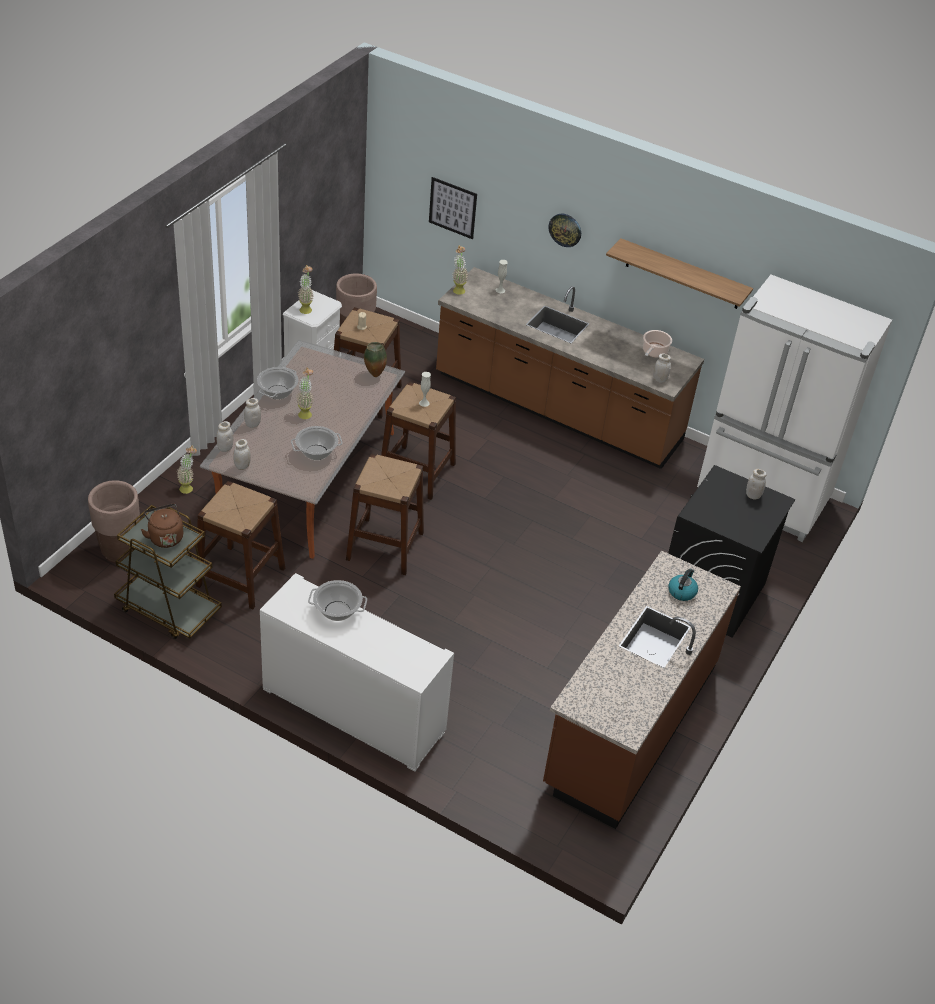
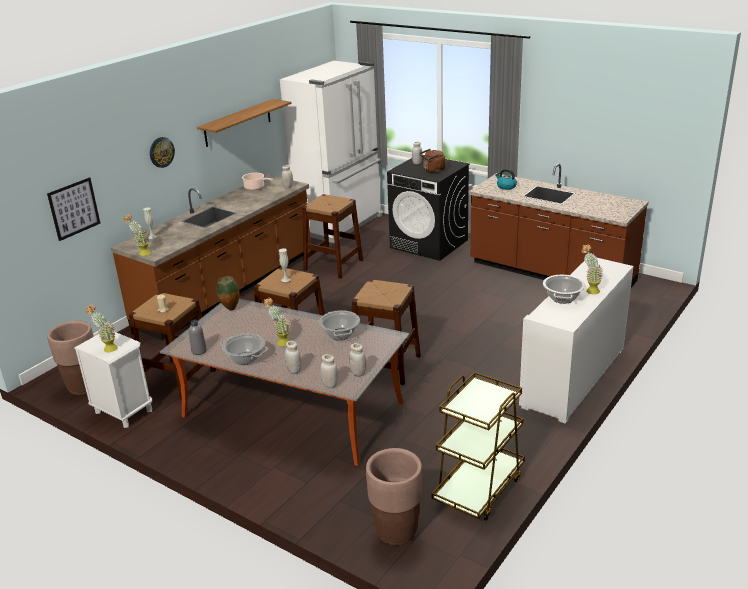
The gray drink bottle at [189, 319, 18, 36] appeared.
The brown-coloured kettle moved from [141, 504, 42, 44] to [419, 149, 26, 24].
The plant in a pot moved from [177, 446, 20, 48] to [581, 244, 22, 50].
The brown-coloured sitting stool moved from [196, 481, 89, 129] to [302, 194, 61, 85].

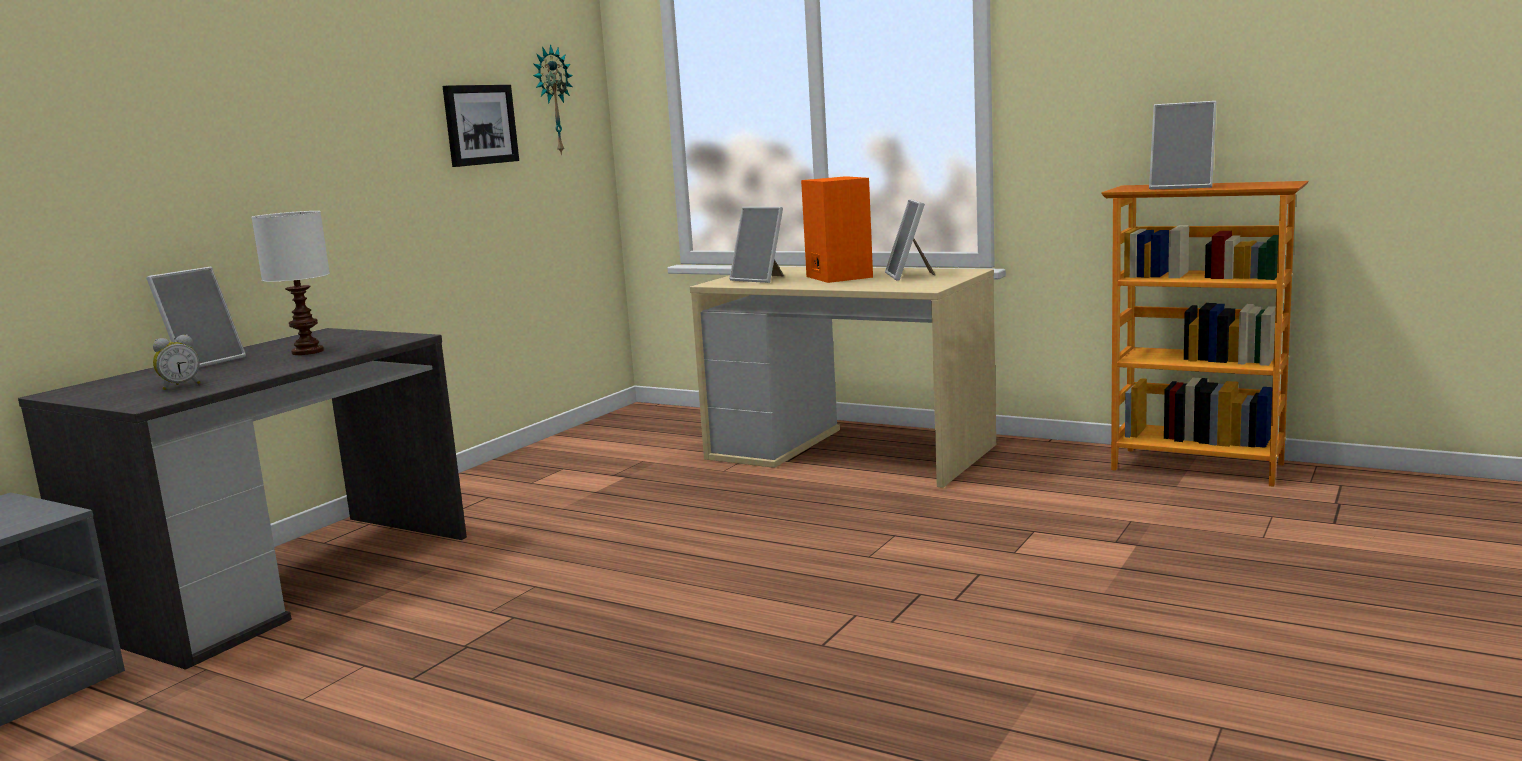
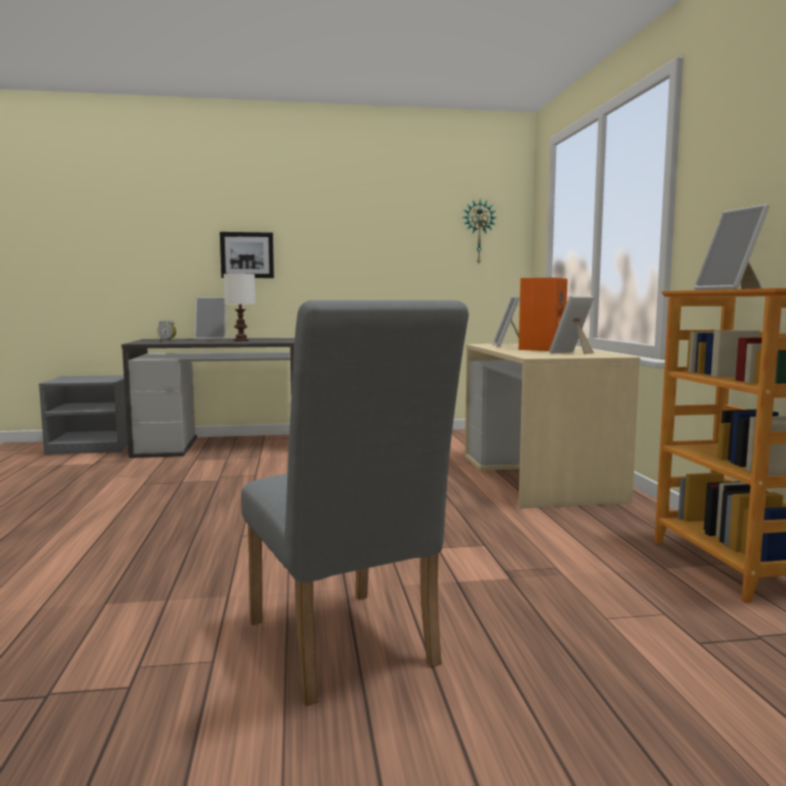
The gray chair at [241, 300, 228, 406] appeared.
The wall art moved from [442, 85, 77, 82] to [220, 232, 54, 46].

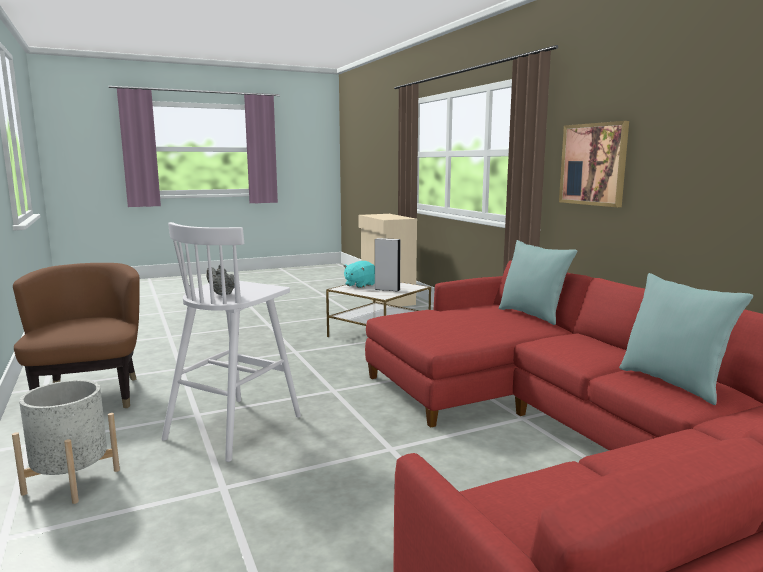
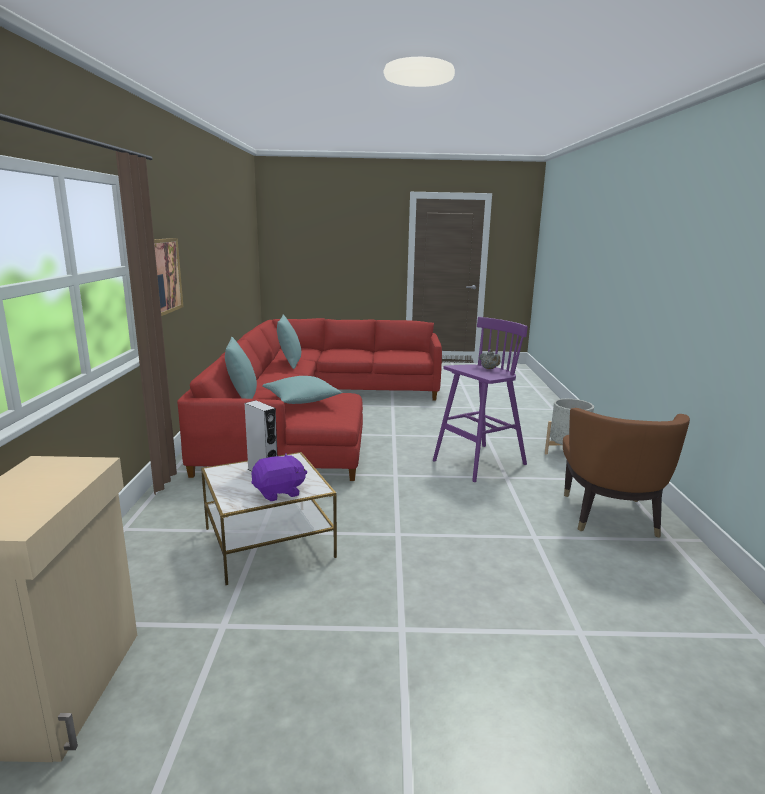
The blue-green throw pillow at [262, 376, 80, 28] appeared.
The white sitting stool at [161, 222, 140, 240] became the purple-coloured sitting stool at [433, 317, 95, 165].
The blue-green cuddly toy at [343, 261, 32, 27] became the purple-coloured cuddly toy at [252, 453, 55, 48].

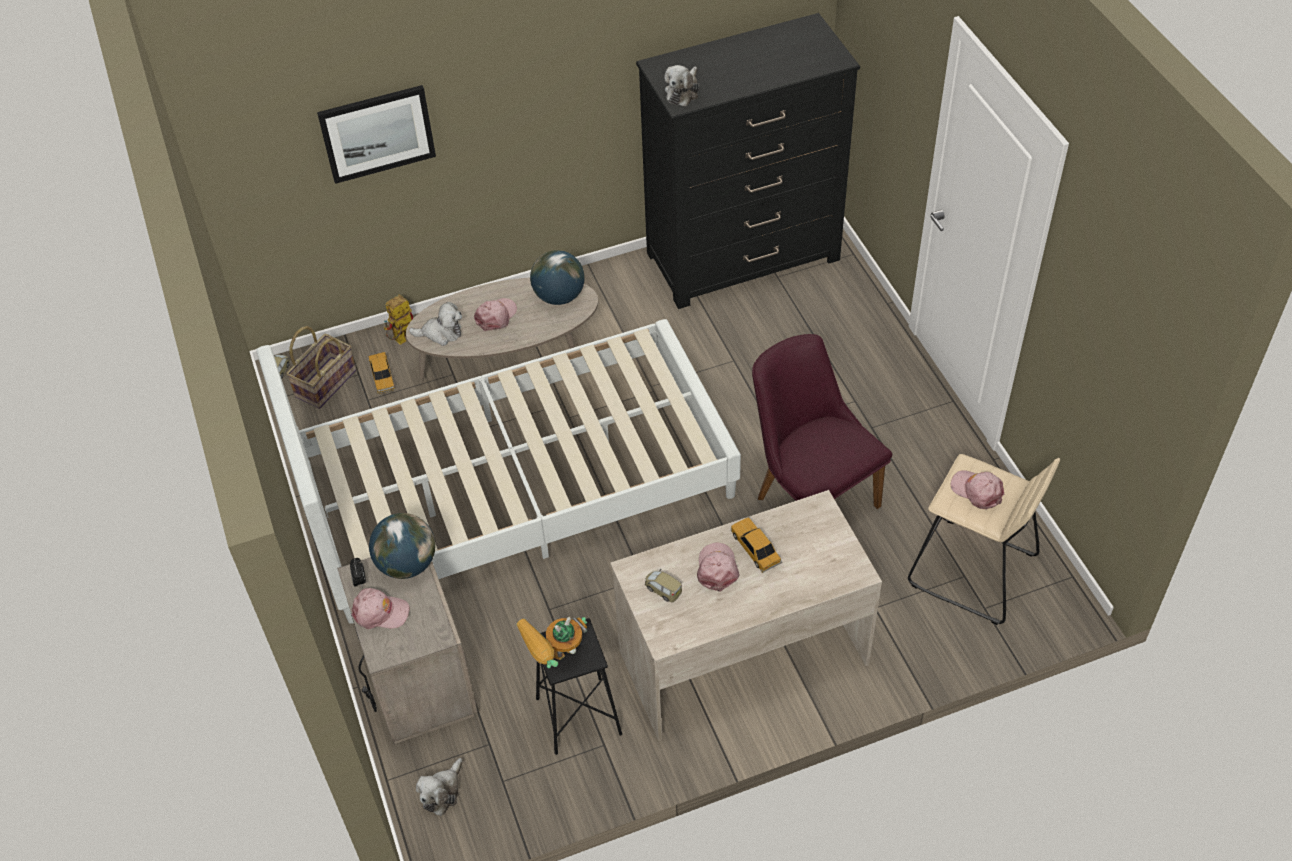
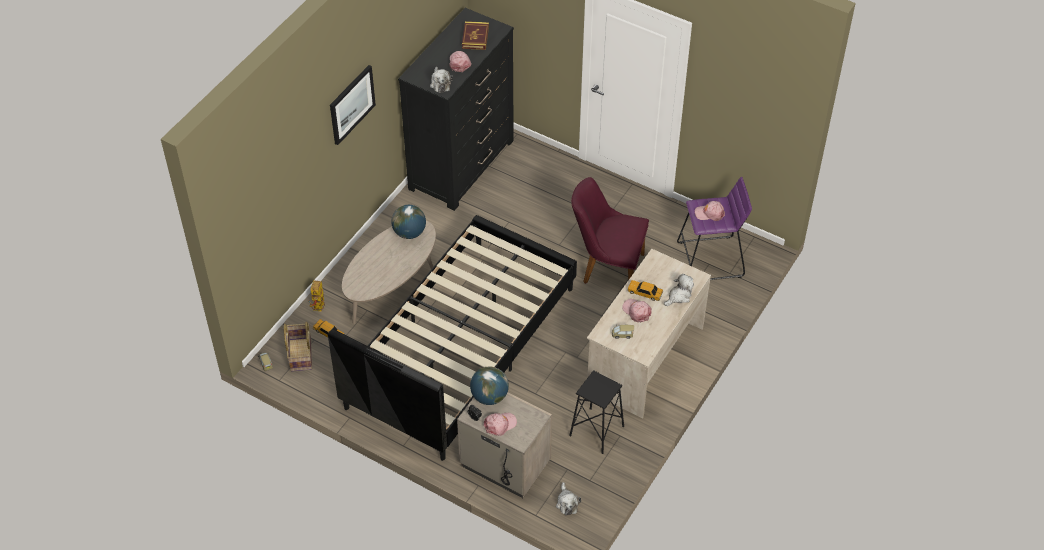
The robot figure at [516, 617, 71, 51] disappeared.
The volume at [462, 21, 27, 29] appeared.
The wall art moved from [317, 85, 119, 99] to [330, 65, 46, 80].
The cuddly toy moved from [409, 302, 53, 44] to [664, 274, 30, 32].
The pink-coloured cap moved from [474, 298, 43, 33] to [449, 51, 23, 21].
The white bedroom bed at [256, 319, 485, 305] became the black-coloured bedroom bed at [328, 215, 249, 246].
The sand-coloured sitting stool at [908, 454, 152, 171] became the purple-coloured sitting stool at [677, 177, 75, 103].

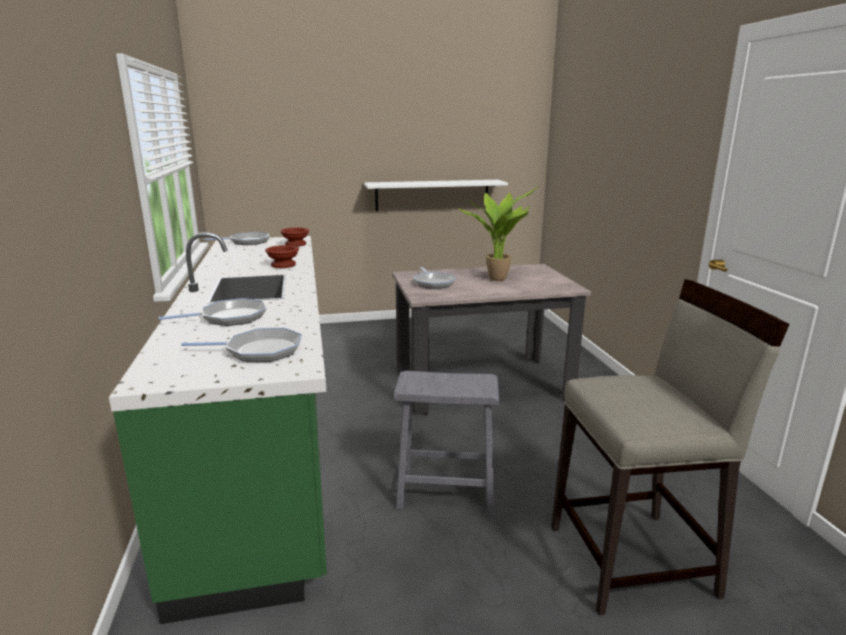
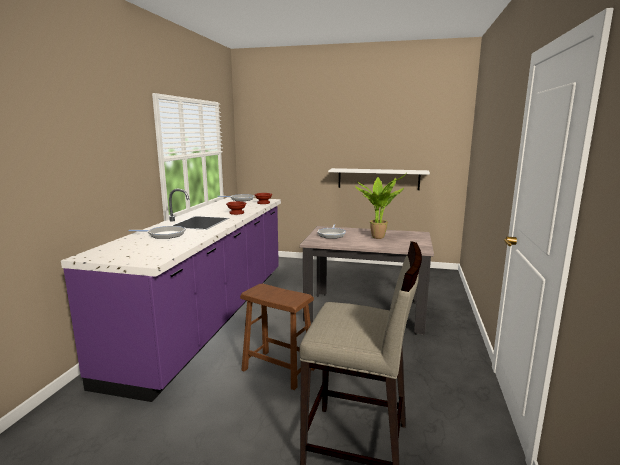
The frying pan at [181, 328, 121, 34] disappeared.
The greenish kitchen counter at [109, 232, 218, 392] became the purple-coloured kitchen counter at [61, 189, 220, 213].
The gray sitting stool at [394, 371, 105, 144] became the brown-coloured sitting stool at [240, 284, 75, 106].

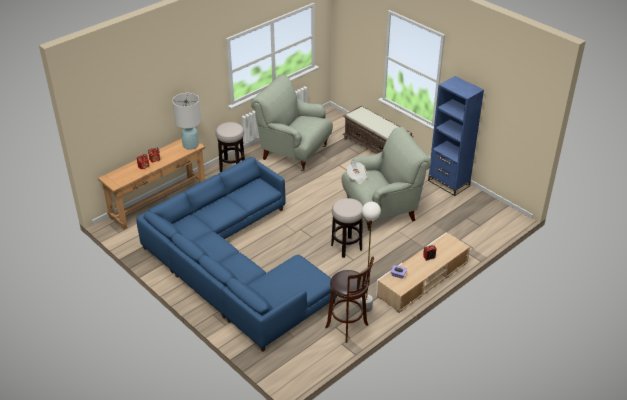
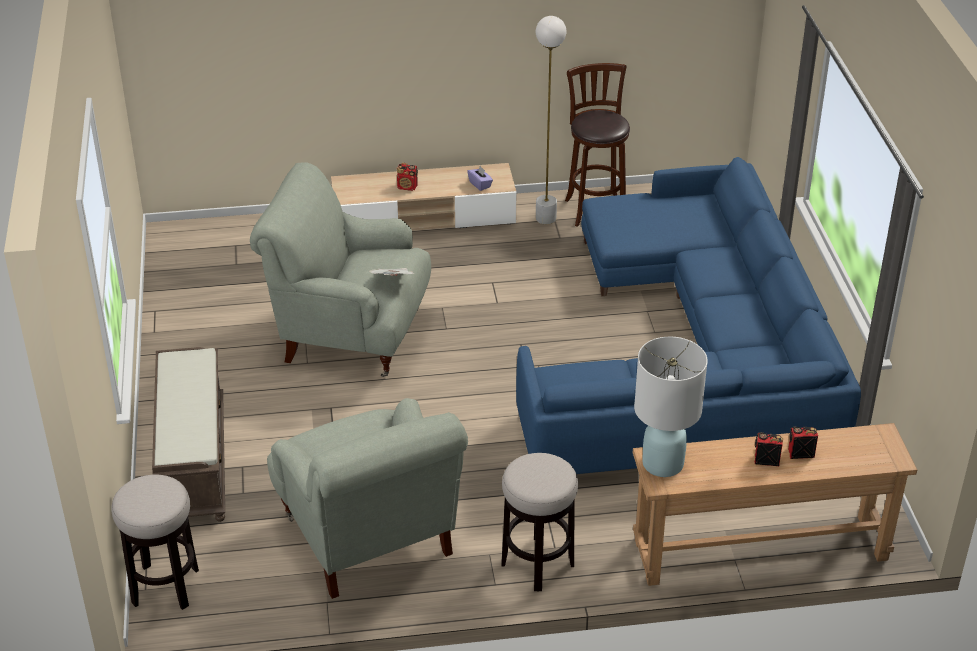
The blue-coloured shelving unit at [428, 76, 56, 120] disappeared.
The sitting stool moved from [331, 198, 32, 60] to [111, 475, 88, 135].

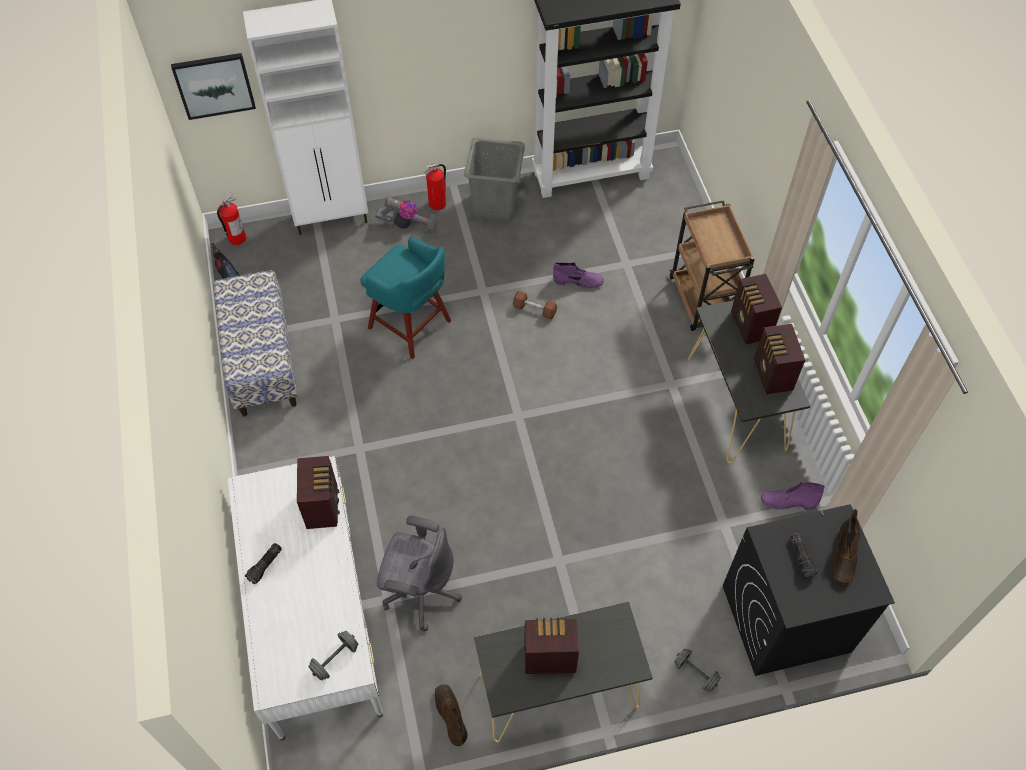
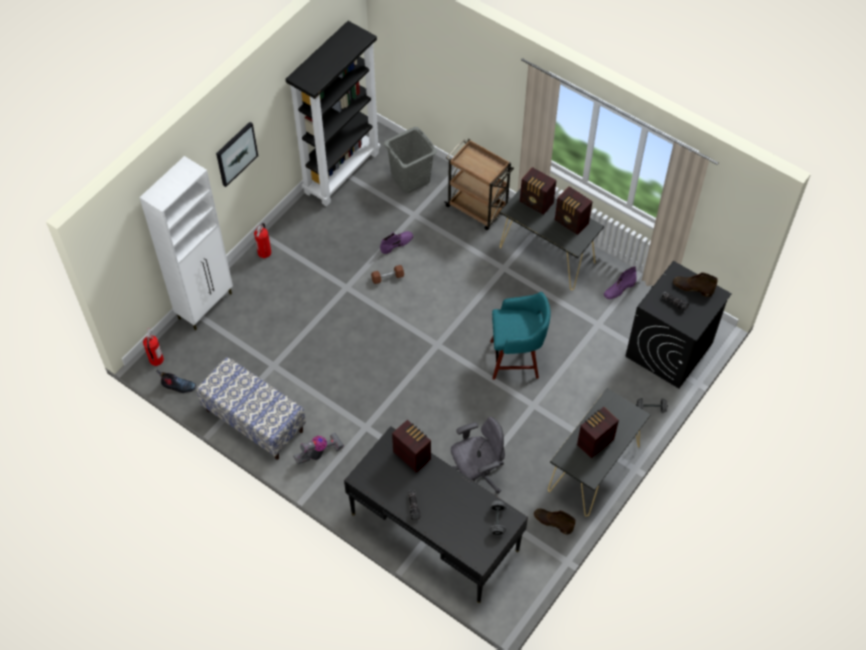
The wall art moved from [171, 53, 85, 67] to [216, 122, 42, 65].
The blue-green sitting stool moved from [360, 237, 91, 122] to [490, 292, 61, 88].
The vacuum moved from [376, 196, 61, 38] to [293, 433, 51, 31].
The gray hamper moved from [464, 137, 61, 84] to [384, 127, 53, 66].
The white desk unit at [228, 456, 155, 285] became the black-coloured desk unit at [344, 426, 184, 177].
The brown-coloured boot at [832, 509, 28, 76] turned 135 degrees clockwise.

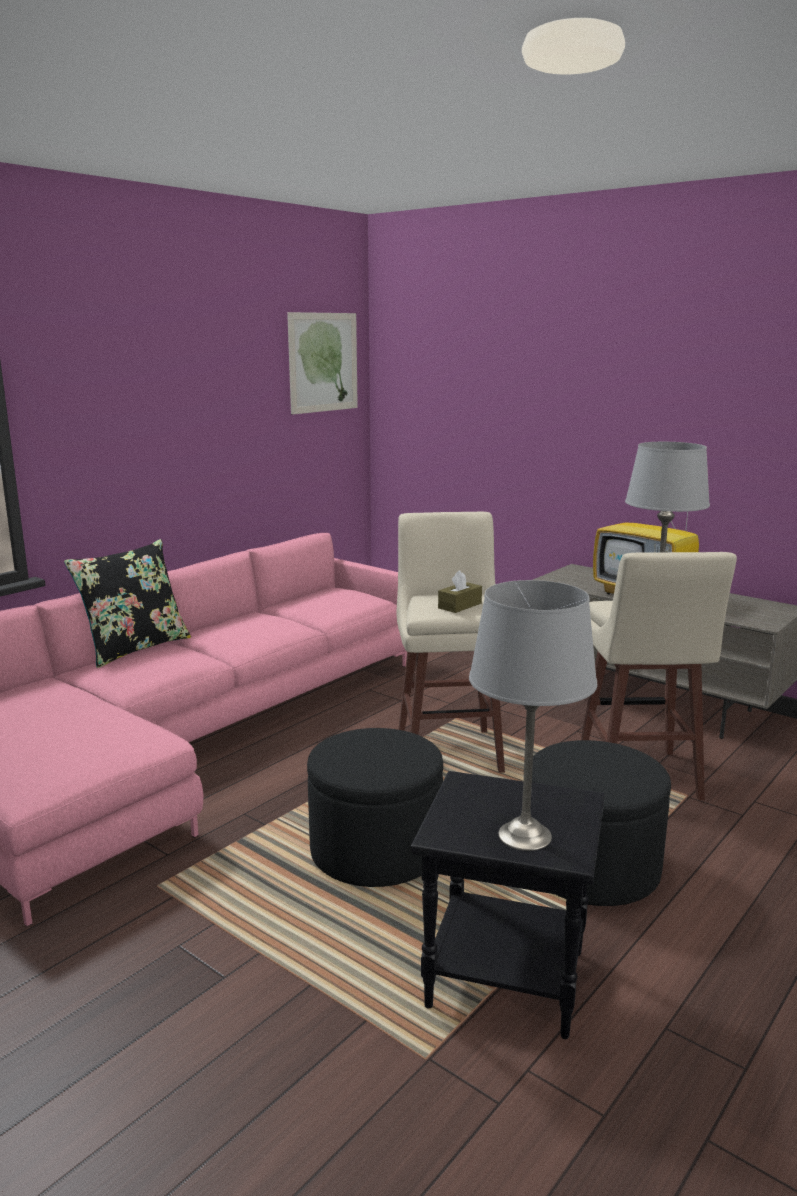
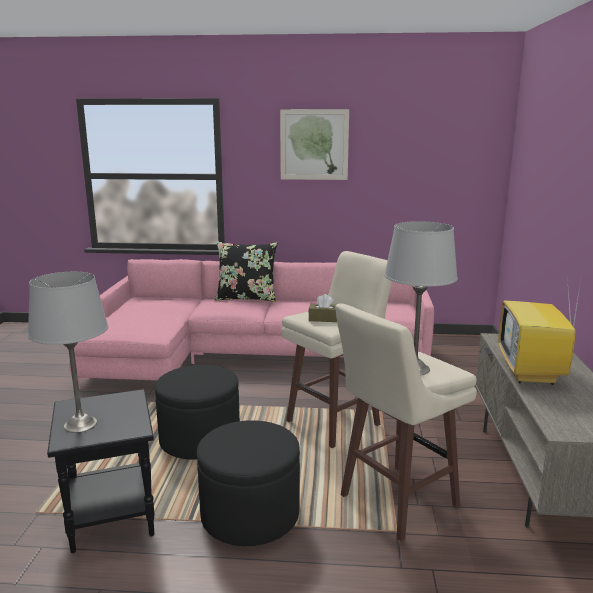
The wall art moved from [287, 312, 71, 103] to [280, 109, 69, 71].

